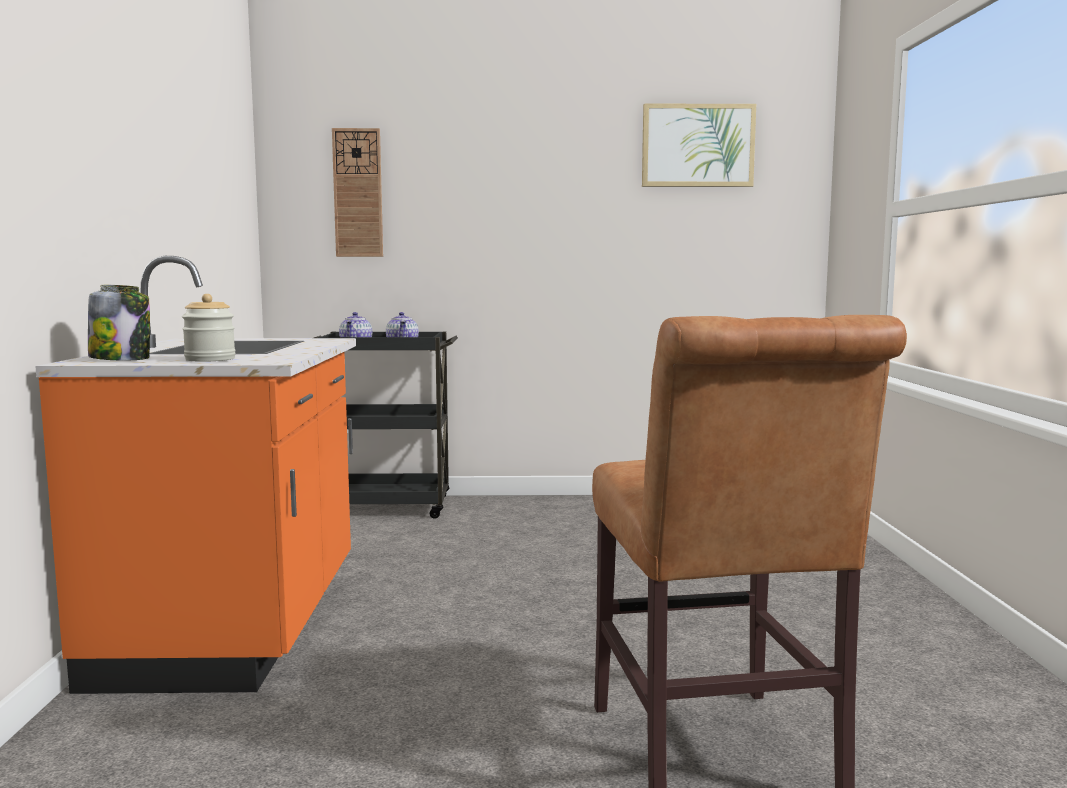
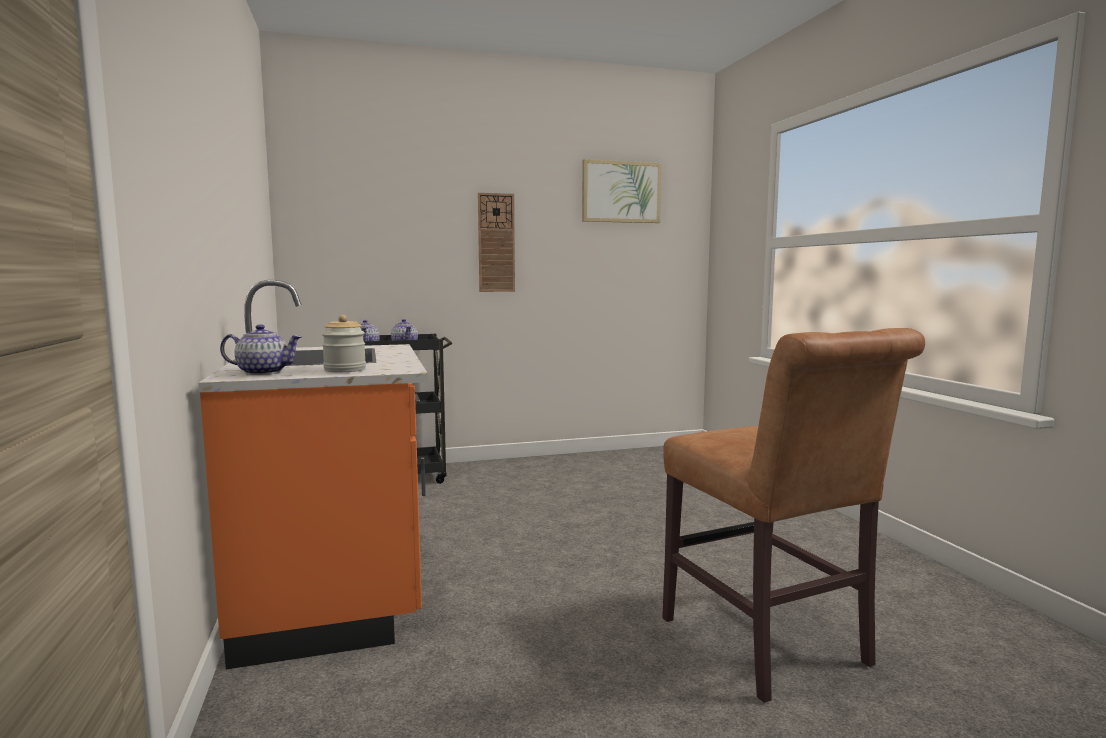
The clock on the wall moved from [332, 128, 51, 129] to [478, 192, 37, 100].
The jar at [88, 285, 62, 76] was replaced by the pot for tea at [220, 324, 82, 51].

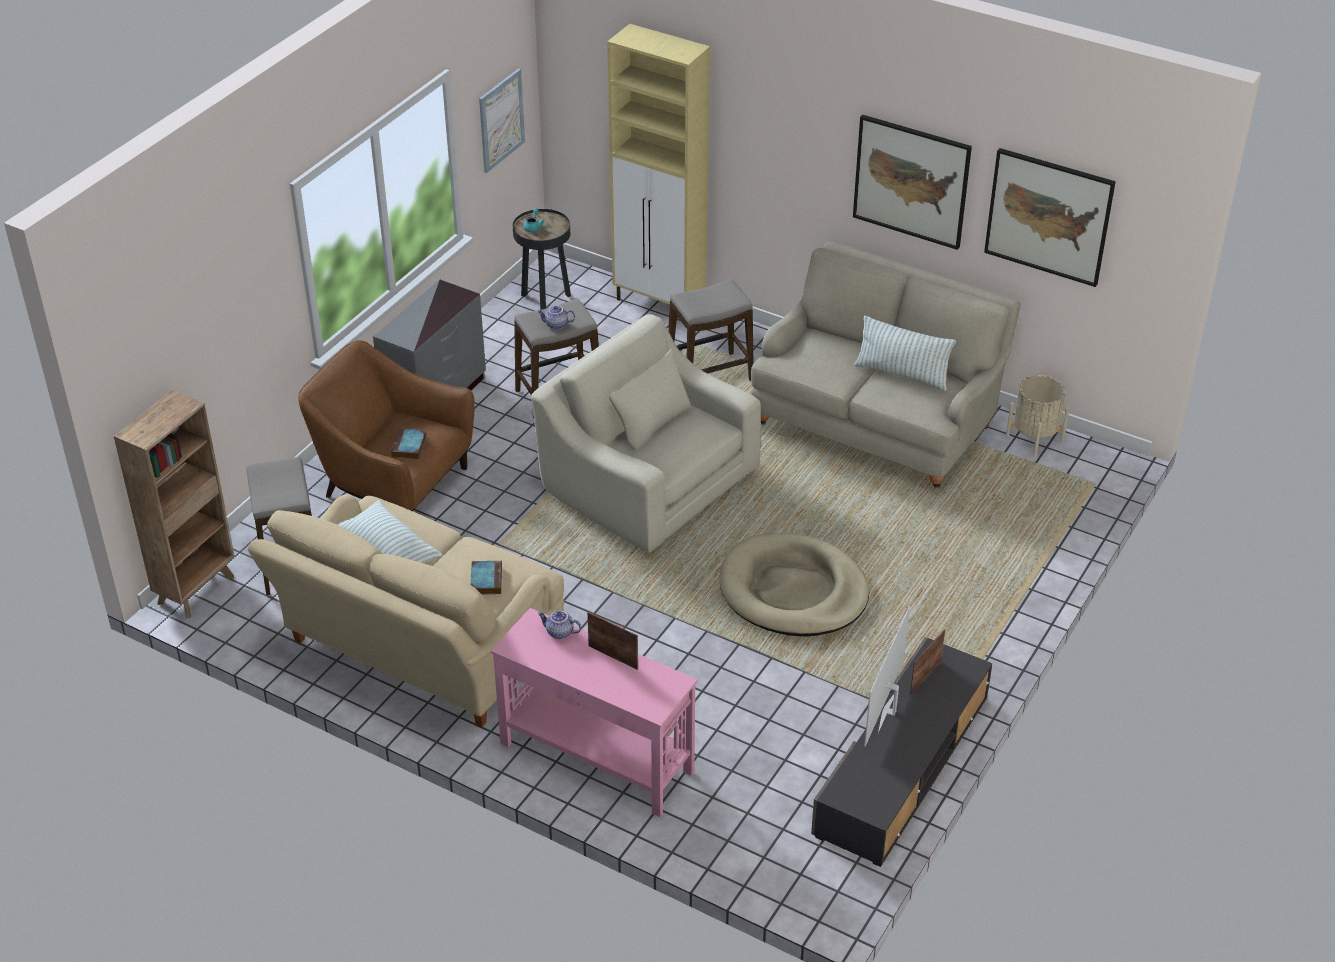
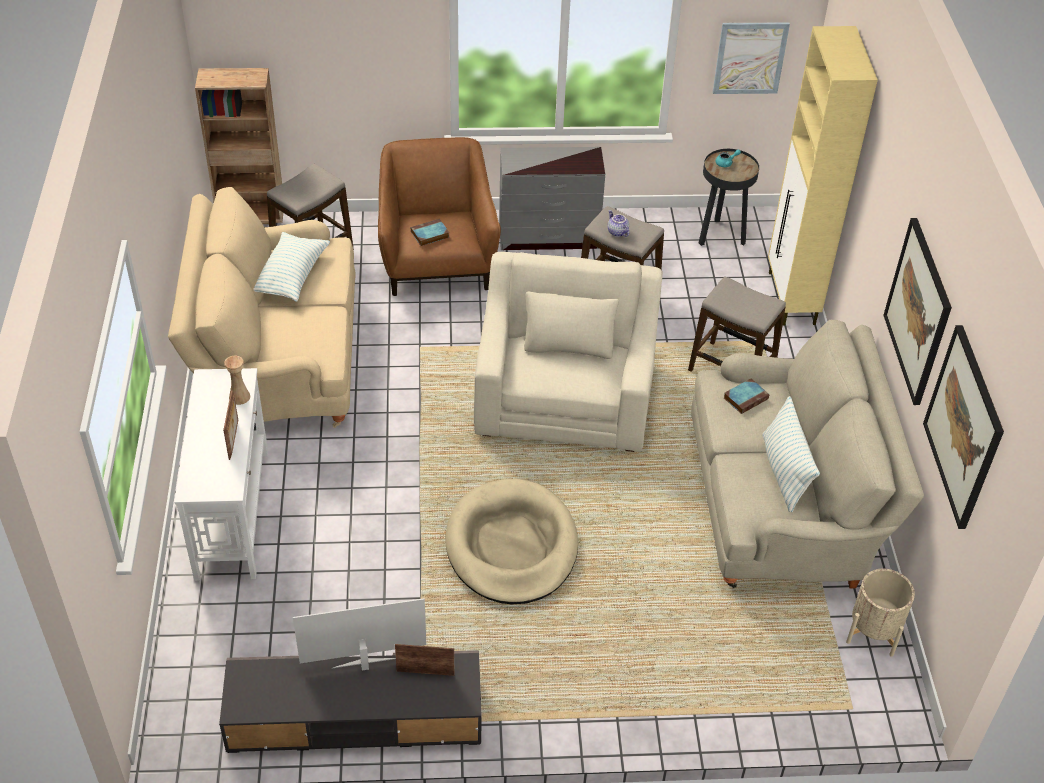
The volume moved from [471, 561, 31, 34] to [724, 378, 45, 36].
The pot for tea at [537, 611, 44, 28] was replaced by the sand-coloured vase at [224, 356, 26, 49].
The pink-coloured hall table at [491, 608, 207, 209] became the white hall table at [174, 368, 94, 213].

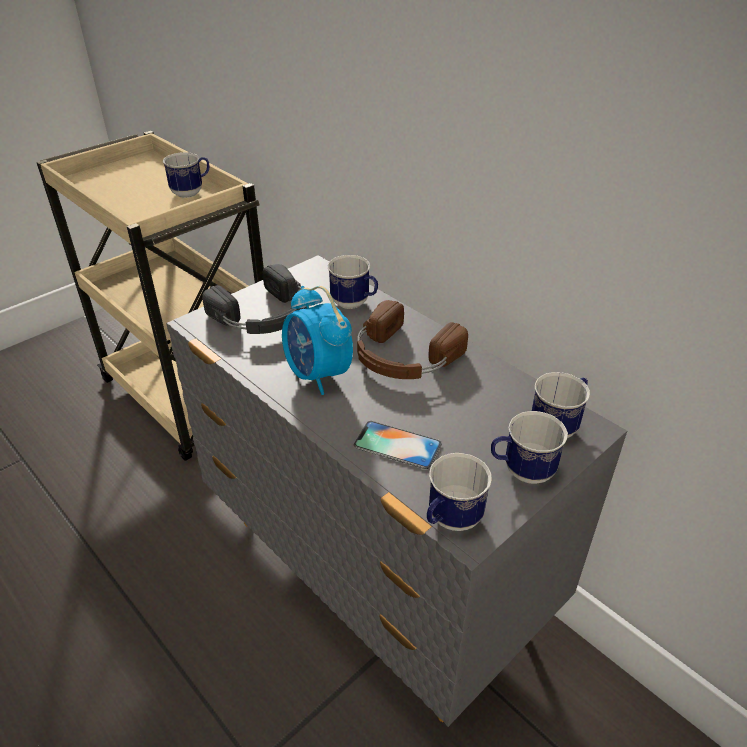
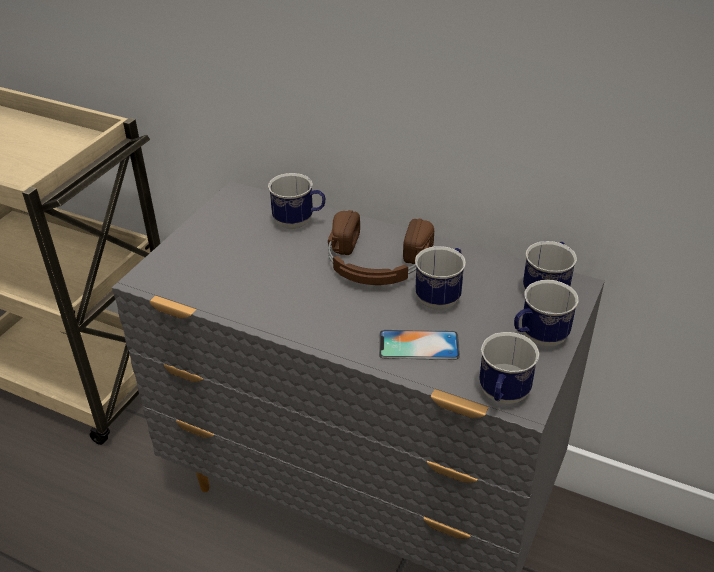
The black-coloured headset at [202, 264, 104, 70] disappeared.
The bedside clock at [282, 286, 71, 109] disappeared.
The tea mug moved from [163, 152, 46, 46] to [415, 246, 51, 64].

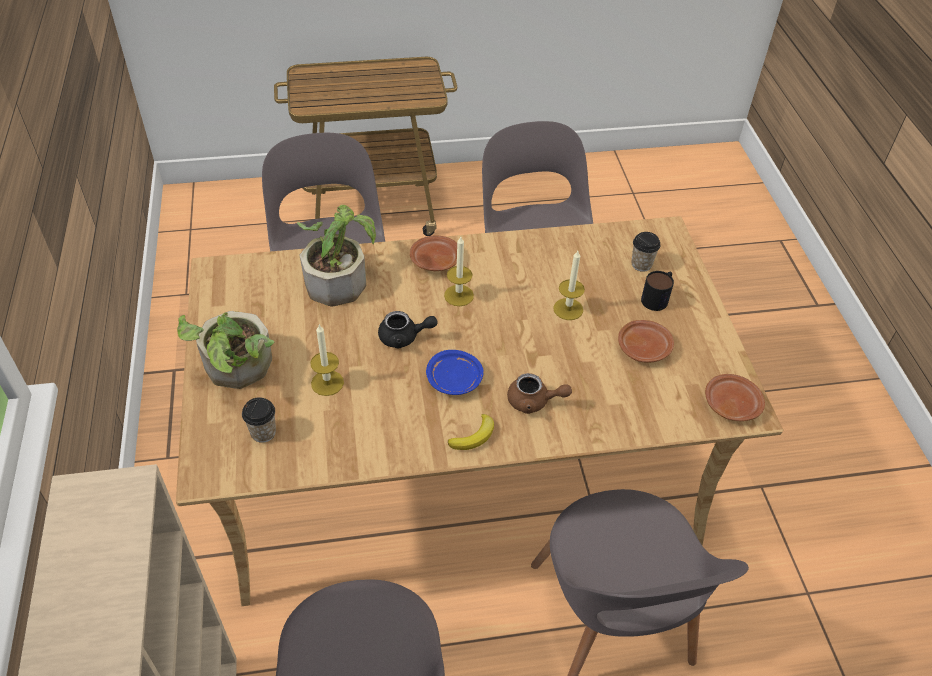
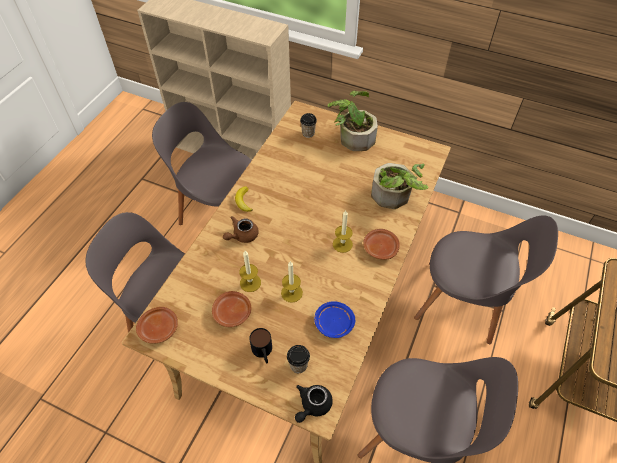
The wax light moved from [310, 325, 34, 71] to [239, 251, 22, 41].
The black-coloured pot for tea moved from [378, 311, 60, 37] to [295, 385, 38, 38].
The blue-coloured plate moved from [426, 350, 58, 45] to [314, 301, 41, 37].

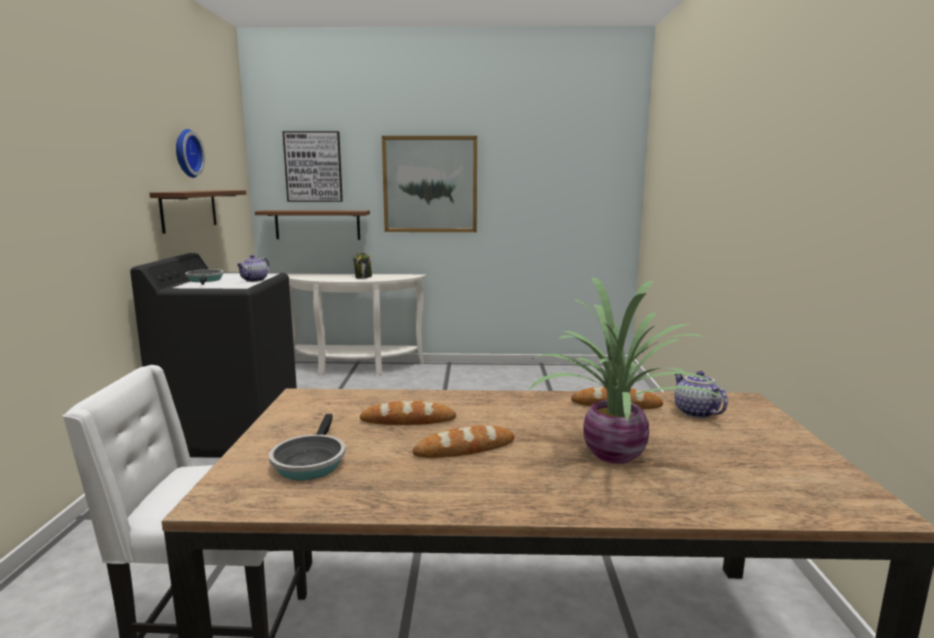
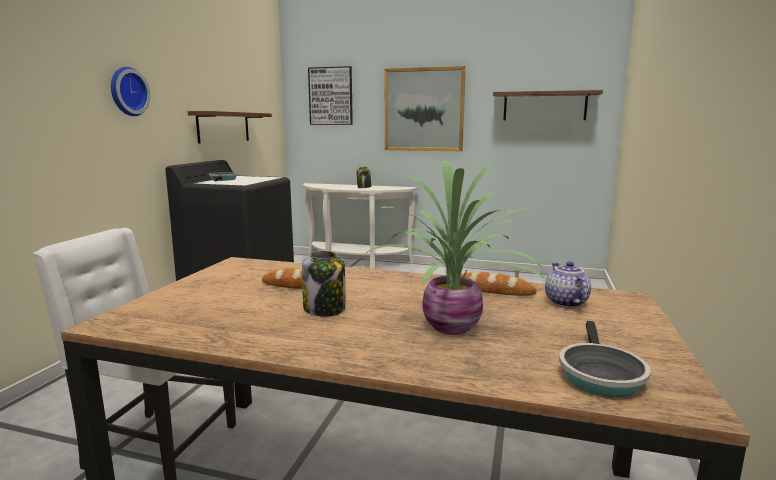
The pot for tea at [236, 255, 34, 27] disappeared.
The clock on the wall moved from [176, 129, 29, 49] to [111, 67, 40, 49].
The brown-coloured bracket shelf moved from [255, 210, 115, 30] to [493, 90, 110, 30].
The frying pan moved from [269, 414, 76, 66] to [559, 321, 92, 76].
The bakery bread at [413, 426, 102, 32] was replaced by the jar at [302, 251, 43, 66].

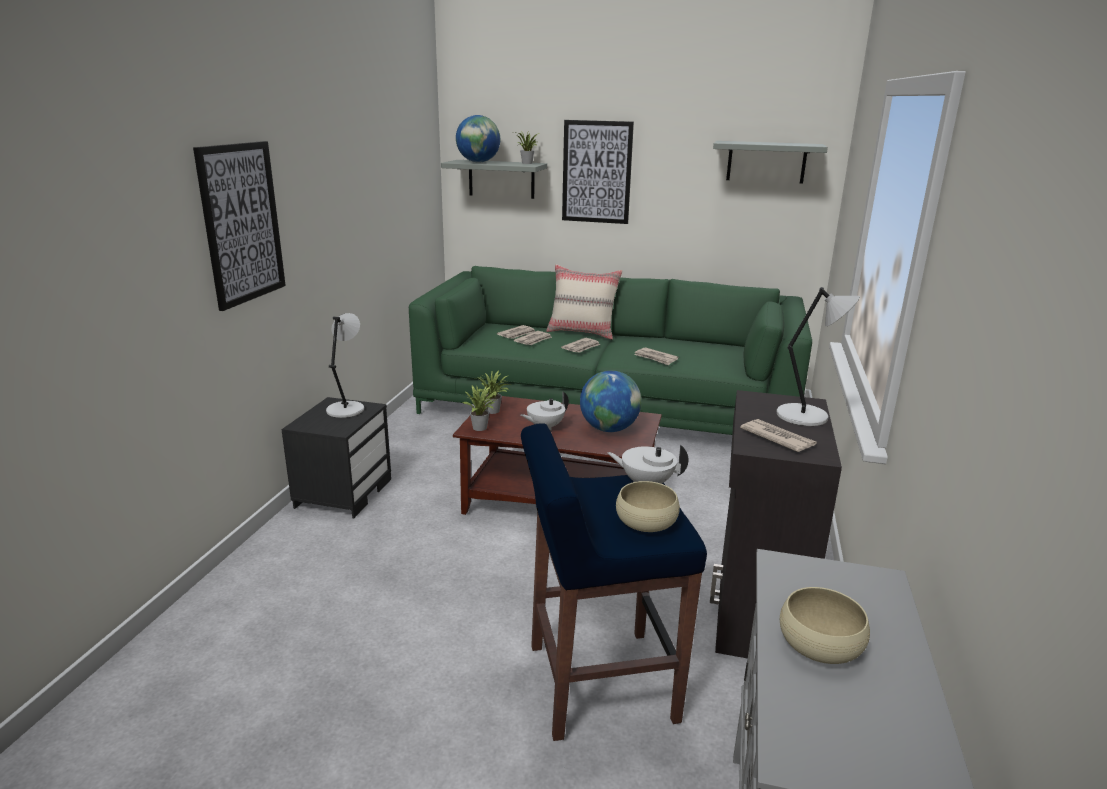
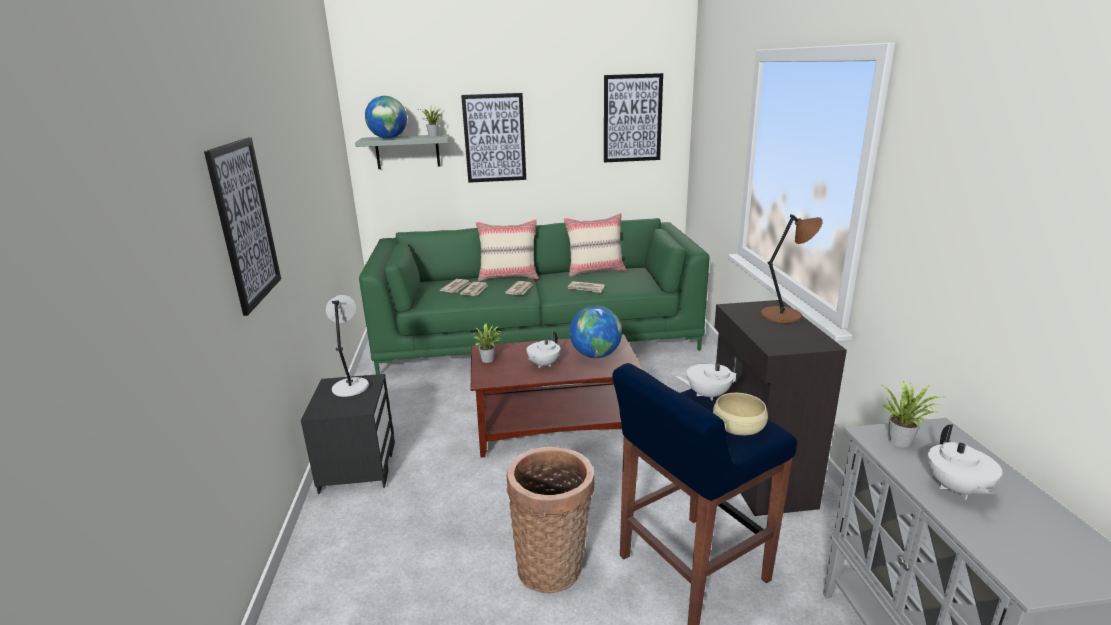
The newspaper at [740, 419, 77, 33] disappeared.
The household basket at [506, 447, 89, 146] appeared.
The sand-coloured throw pillow at [564, 213, 63, 64] appeared.
The plant in a pot moved from [463, 385, 36, 46] to [881, 381, 67, 66].
The gray bracket shelf at [713, 141, 115, 43] was replaced by the wall art at [604, 73, 59, 90].
The sand-coloured serving bowl at [780, 587, 90, 77] was replaced by the white pot for tea at [928, 424, 74, 76].
The gray tabletop lamp at [777, 287, 83, 139] became the brown-coloured tabletop lamp at [761, 214, 62, 110].

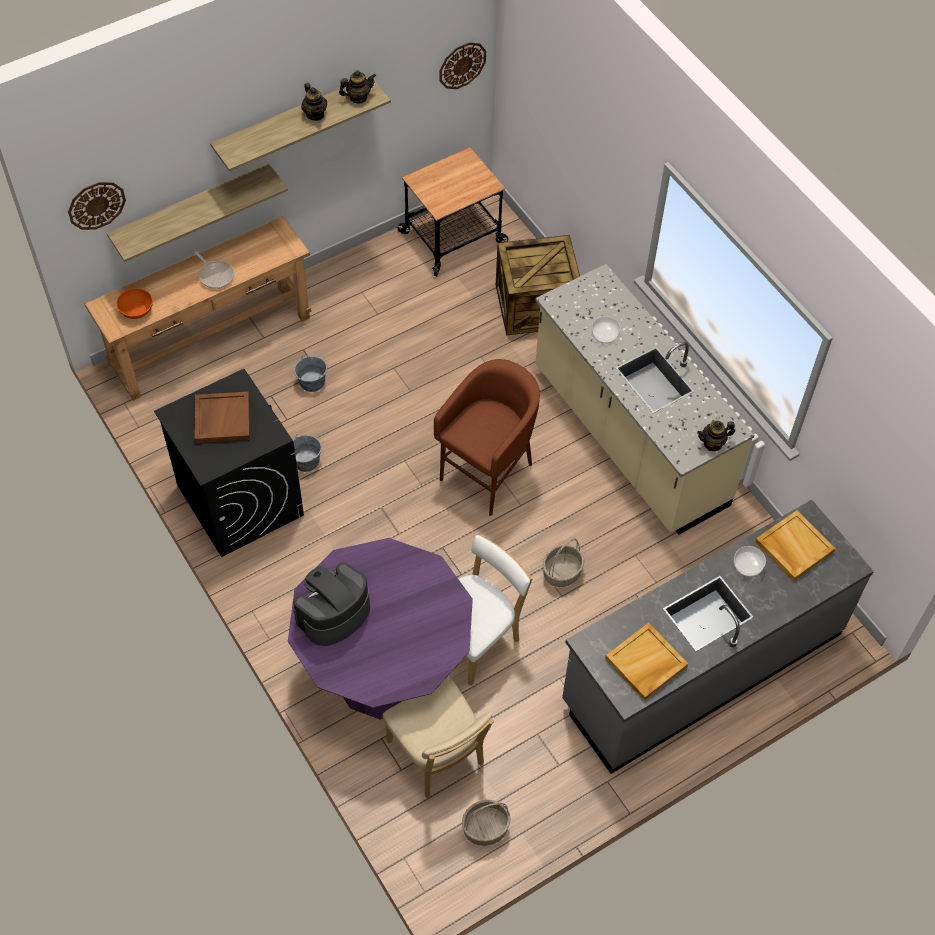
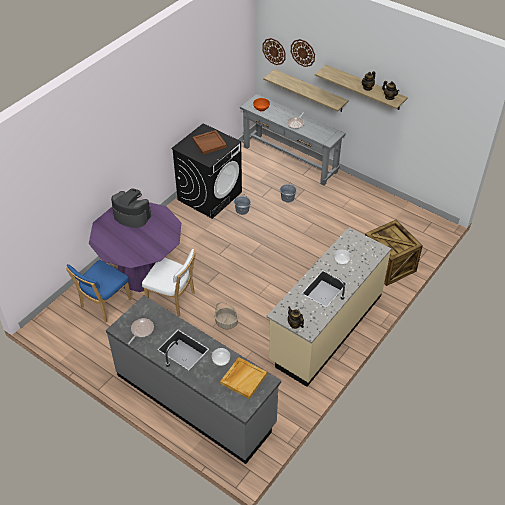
The trolley at [398, 147, 111, 129] disappeared.
The brown-coloured sitting stool at [434, 359, 106, 157] disappeared.
The household basket at [462, 800, 49, 46] disappeared.
The clock on the wall moved from [440, 42, 46, 47] to [291, 39, 24, 28].
The sand-coloured serving tray at [605, 623, 83, 77] was replaced by the frying pan at [128, 318, 26, 26].
The brown-coloured hall table at [85, 216, 226, 185] became the gray hall table at [240, 94, 106, 92].
The sand-coloured chair at [382, 676, 112, 122] became the blue-coloured chair at [66, 260, 66, 63].

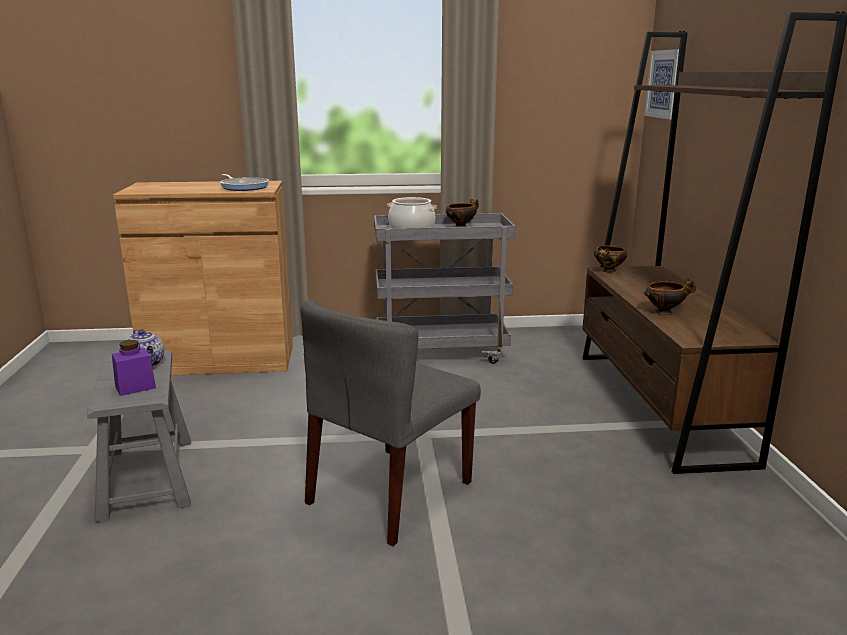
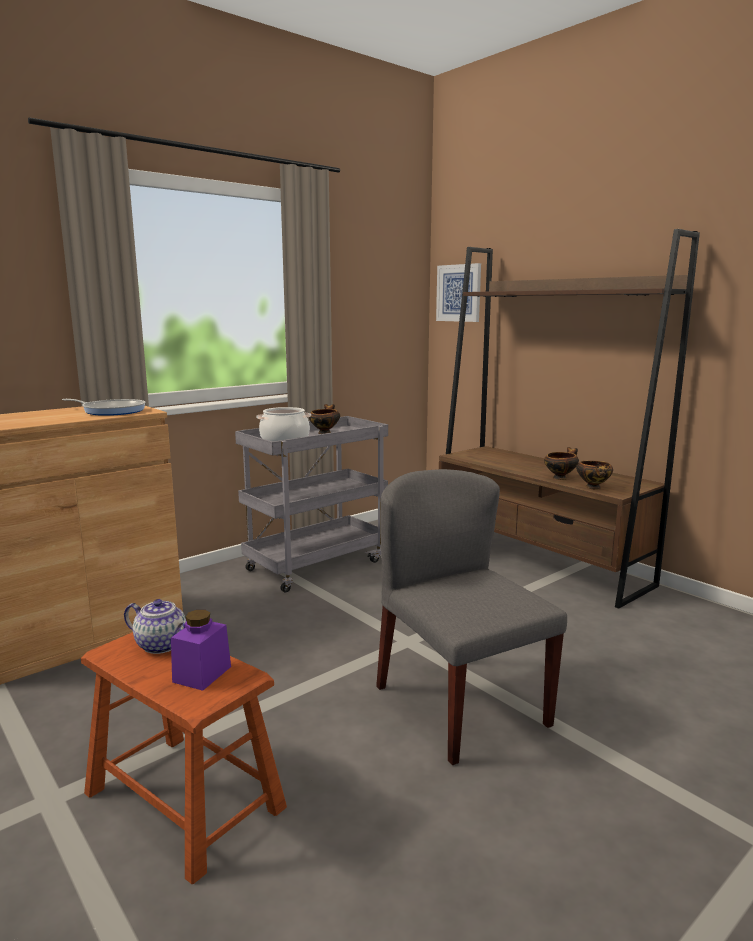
The serving bowl moved from [594, 245, 33, 27] to [576, 461, 37, 28].
The gray sitting stool at [87, 350, 104, 172] became the brown-coloured sitting stool at [81, 632, 206, 252].
The gray chair at [301, 300, 180, 247] turned 150 degrees clockwise.

